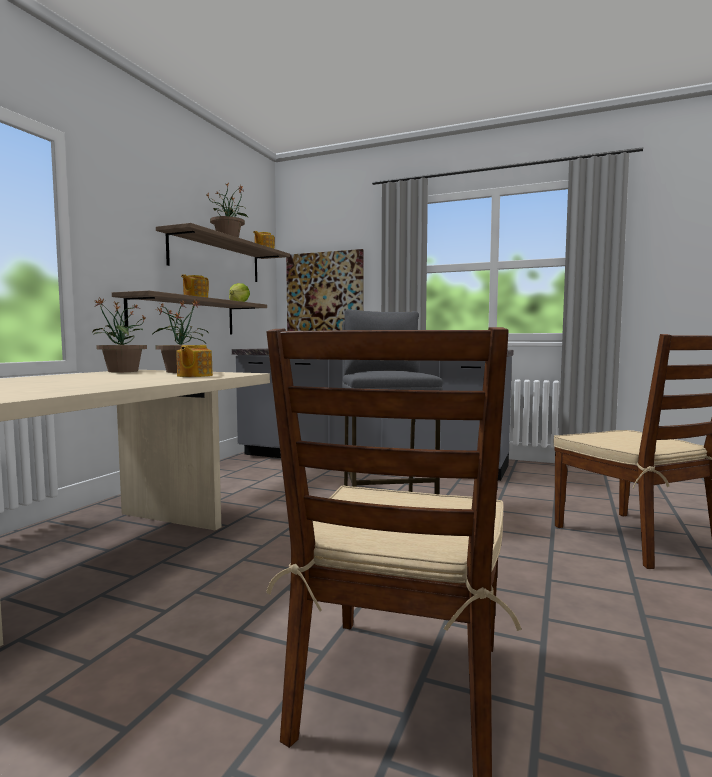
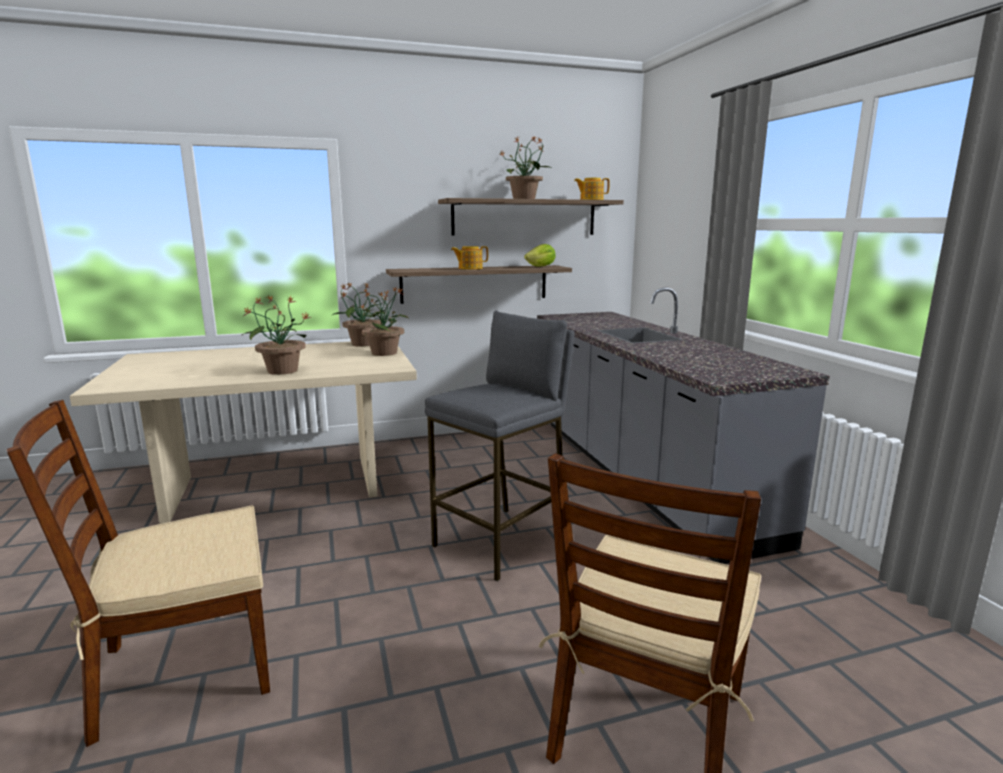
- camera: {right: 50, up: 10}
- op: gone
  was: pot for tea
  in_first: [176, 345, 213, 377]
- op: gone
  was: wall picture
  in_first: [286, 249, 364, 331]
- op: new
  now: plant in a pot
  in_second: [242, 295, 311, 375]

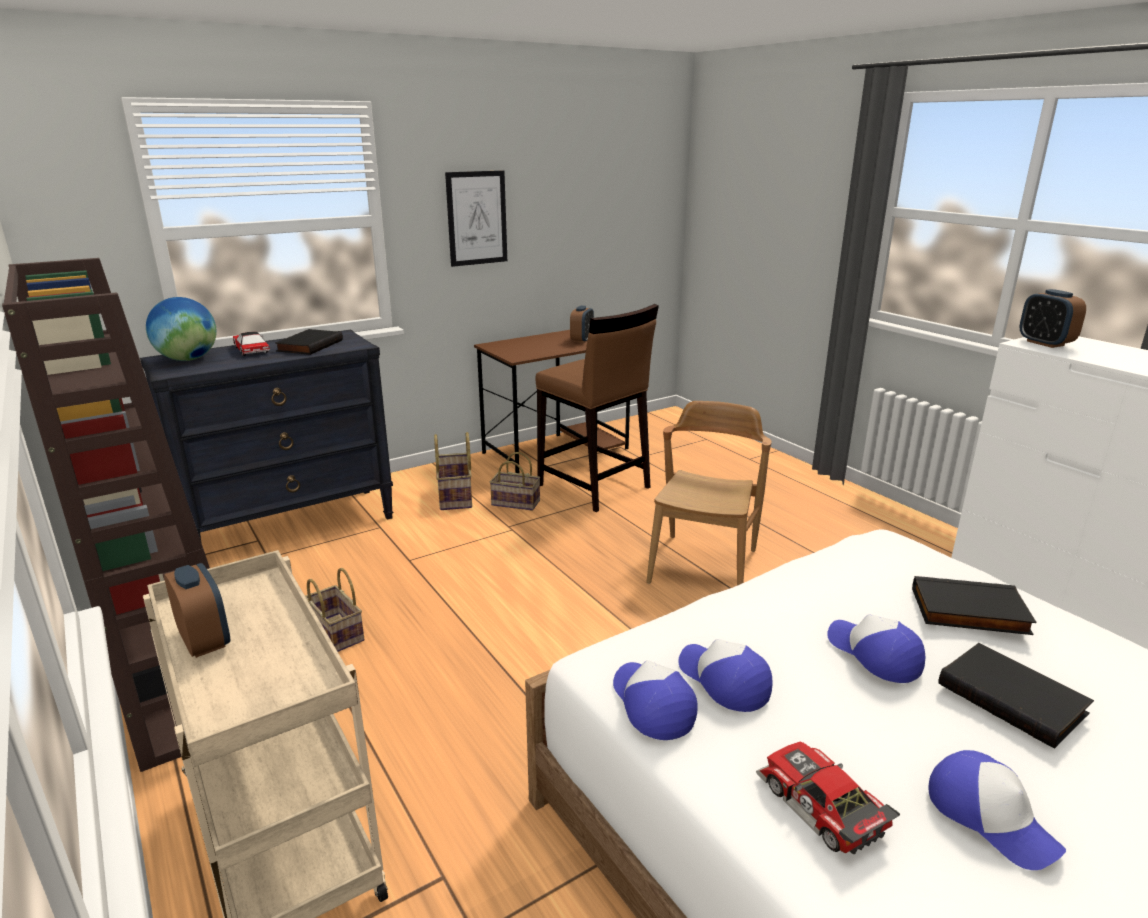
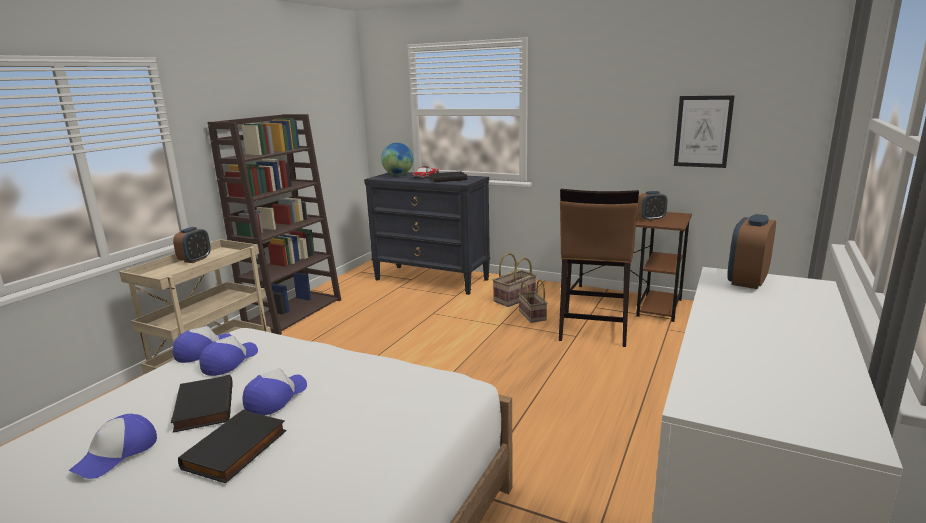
- camera: {right: 60, up: -5}
- op: gone
  was: storage basket
  in_first: [305, 568, 365, 652]
- op: shifted
  was: wall picture
  in_first: [445, 170, 507, 267]
  in_second: [674, 95, 735, 168]
- op: gone
  was: upright chair in brownish
  in_first: [647, 401, 772, 586]
- op: gone
  was: miniature car
  in_first: [756, 741, 900, 854]
- op: shifted
  was: bound book in black
  in_first: [912, 576, 1037, 635]
  in_second: [171, 374, 232, 433]

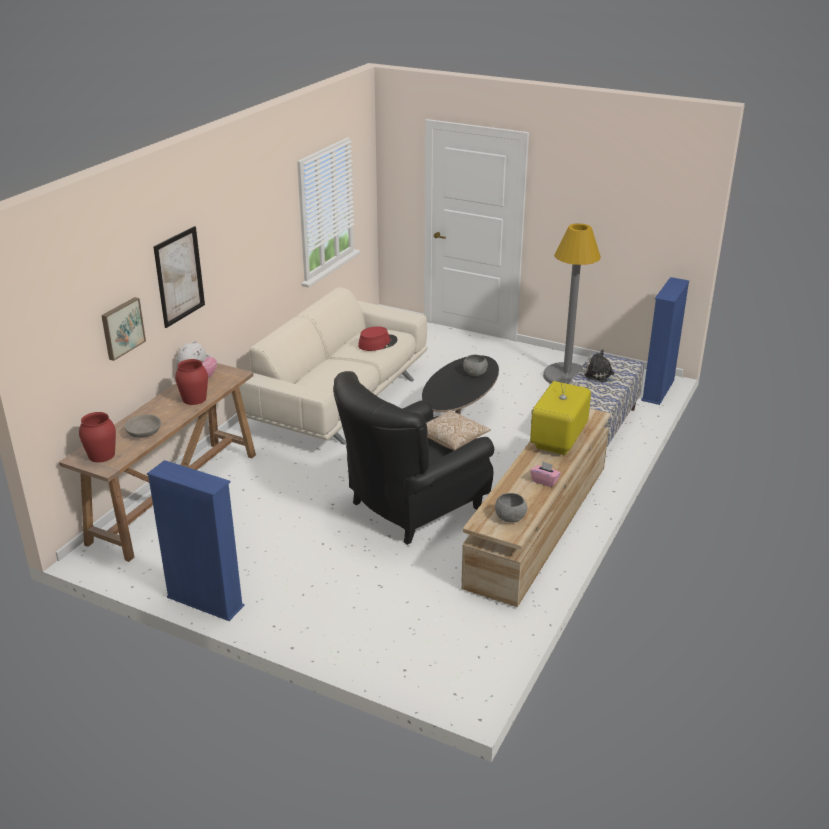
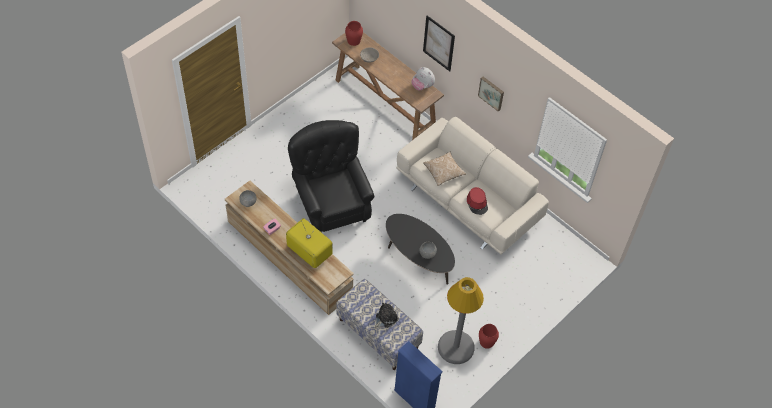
- camera: {right: 105, up: 25}
- op: shifted
  was: wall picture
  in_first: [101, 297, 146, 361]
  in_second: [478, 77, 504, 112]
- op: gone
  was: bookshelf in bluish
  in_first: [147, 460, 245, 621]
- op: shifted
  was: vase in red
  in_first: [175, 359, 208, 405]
  in_second: [479, 324, 499, 349]
- op: shifted
  was: cushion
  in_first: [426, 410, 491, 451]
  in_second: [423, 152, 466, 186]

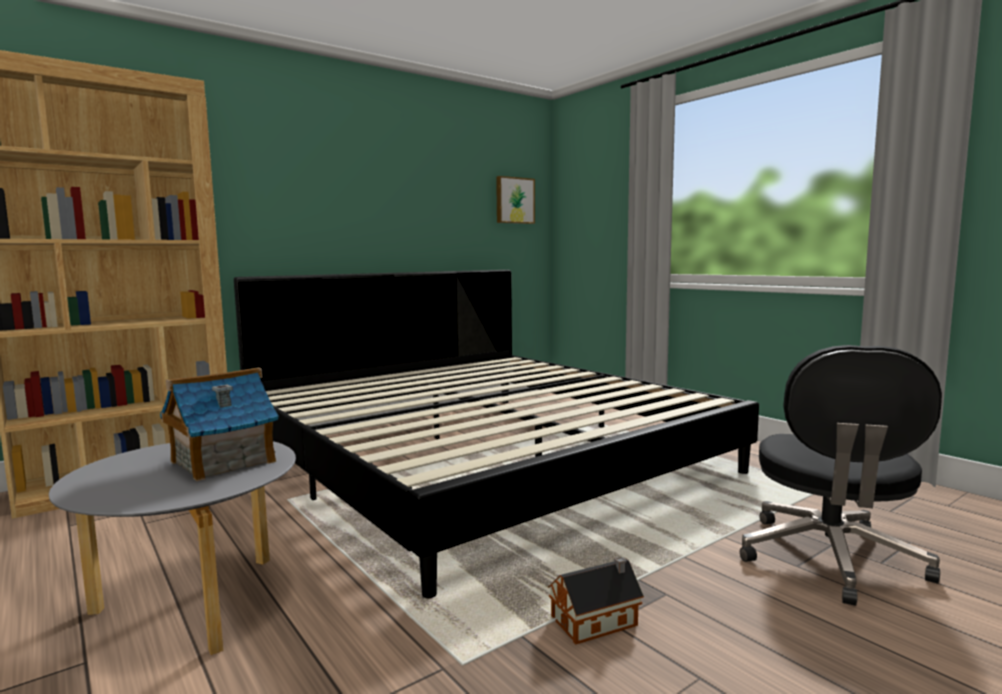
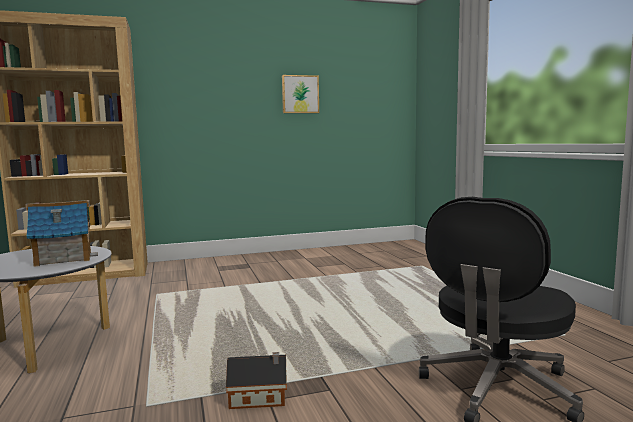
- camera: {right: 20, up: 0}
- op: gone
  was: bed
  in_first: [234, 270, 759, 598]
- op: shifted
  was: wall picture
  in_first: [496, 176, 535, 224]
  in_second: [282, 75, 319, 113]

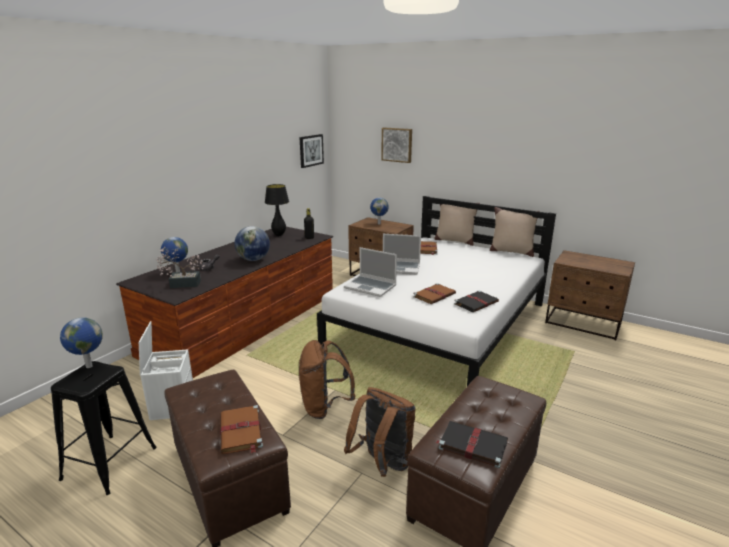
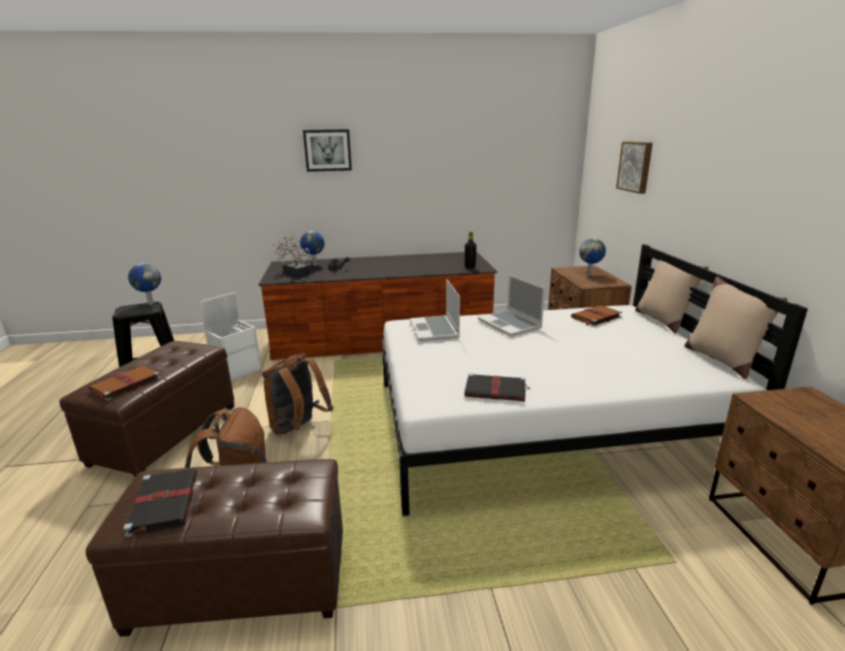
- camera: {right: 50, up: 0}
- op: gone
  was: world globe
  in_first: [234, 226, 270, 261]
- op: gone
  was: tabletop lamp in black
  in_first: [265, 184, 289, 236]
- op: shifted
  was: wall picture
  in_first: [300, 134, 324, 168]
  in_second: [303, 129, 352, 172]
- op: gone
  was: bound book in brownish
  in_first: [413, 283, 456, 304]

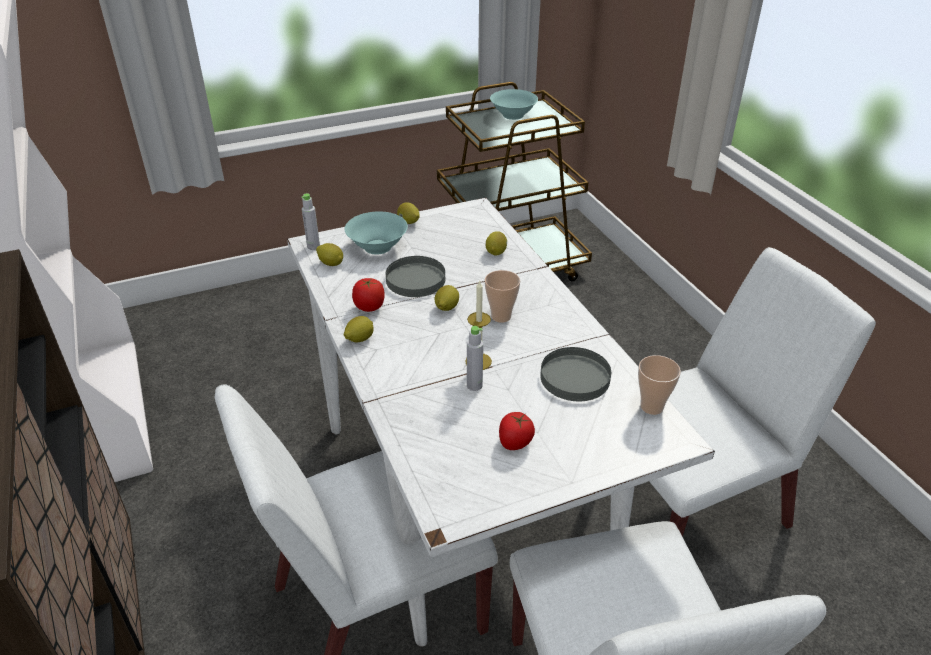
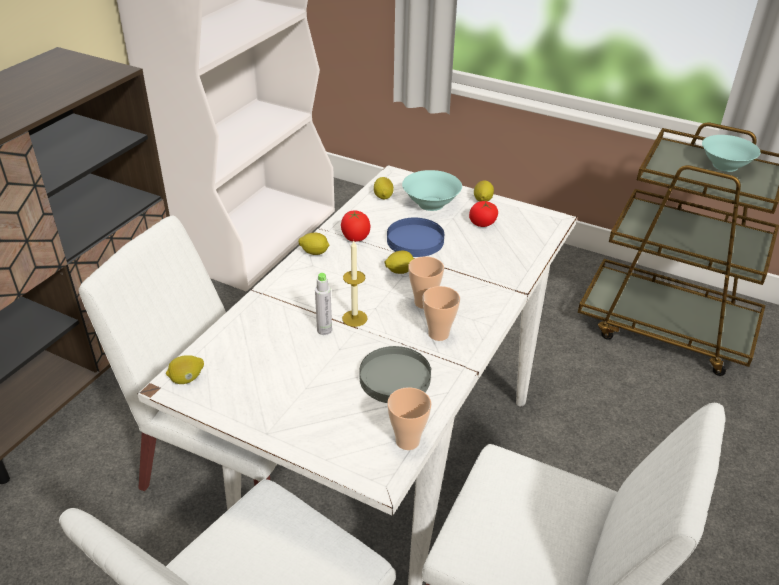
- camera: {right: 50, up: 0}
- op: gone
  was: bottle in grey
  in_first: [301, 193, 320, 250]
- op: repainted
  was: flat dish in grey
  now: flat dish in bluish
  in_first: [386, 256, 445, 297]
  in_second: [387, 217, 444, 257]
- op: shifted
  was: lemon
  in_first: [486, 231, 507, 255]
  in_second: [166, 355, 204, 384]
- op: shifted
  was: whole tomato
  in_first: [499, 412, 535, 450]
  in_second: [469, 201, 498, 227]
- op: new
  now: drinking cup
  in_second: [423, 286, 460, 341]

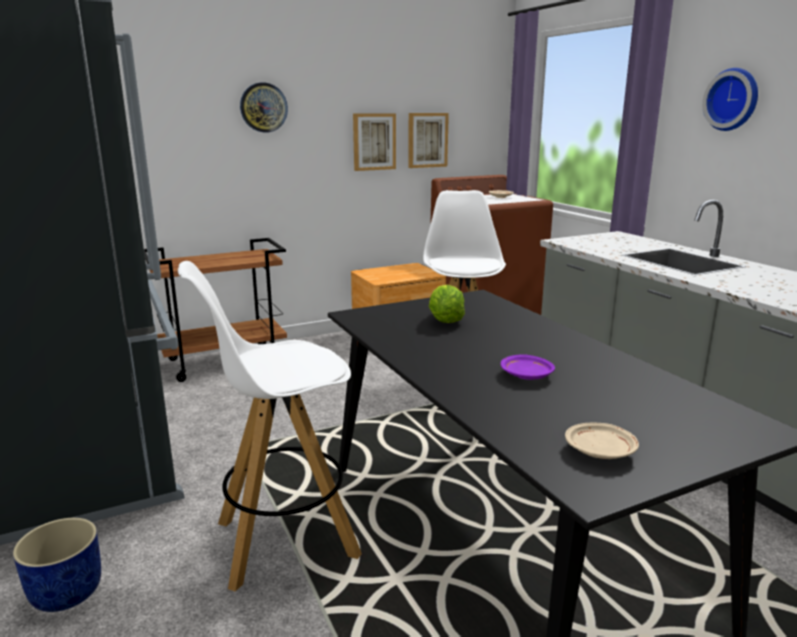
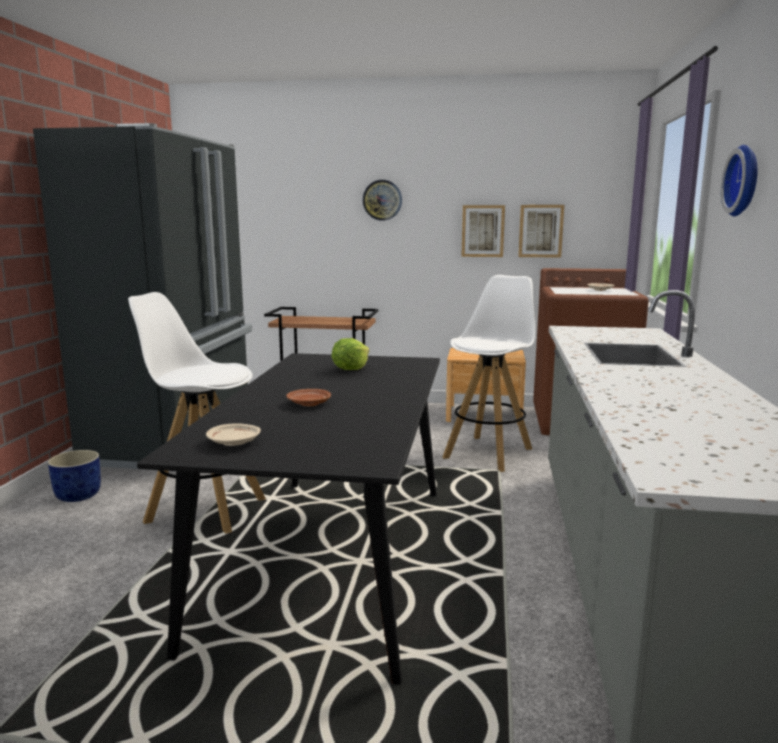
- camera: {right: 35, up: -5}
- op: repainted
  was: flat dish in purple-coloured
  now: flat dish in brownish
  in_first: [501, 354, 555, 380]
  in_second: [286, 389, 331, 406]

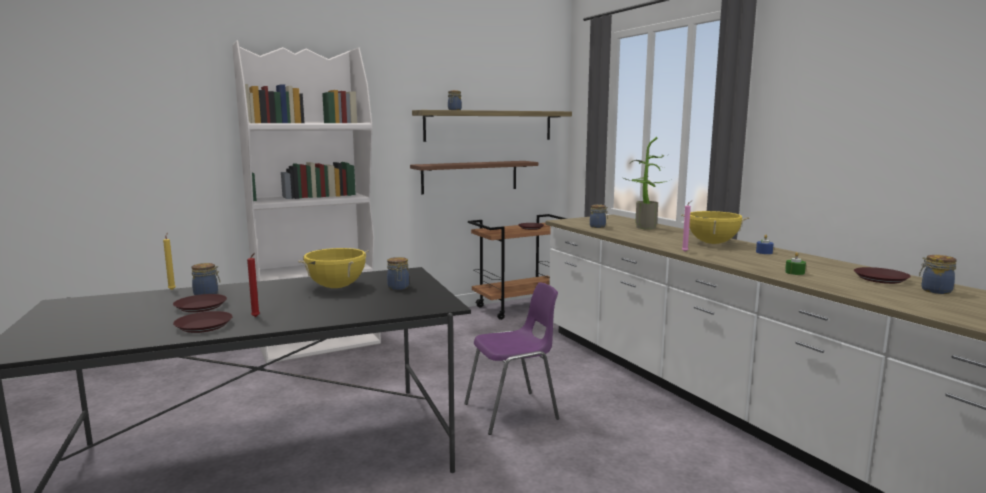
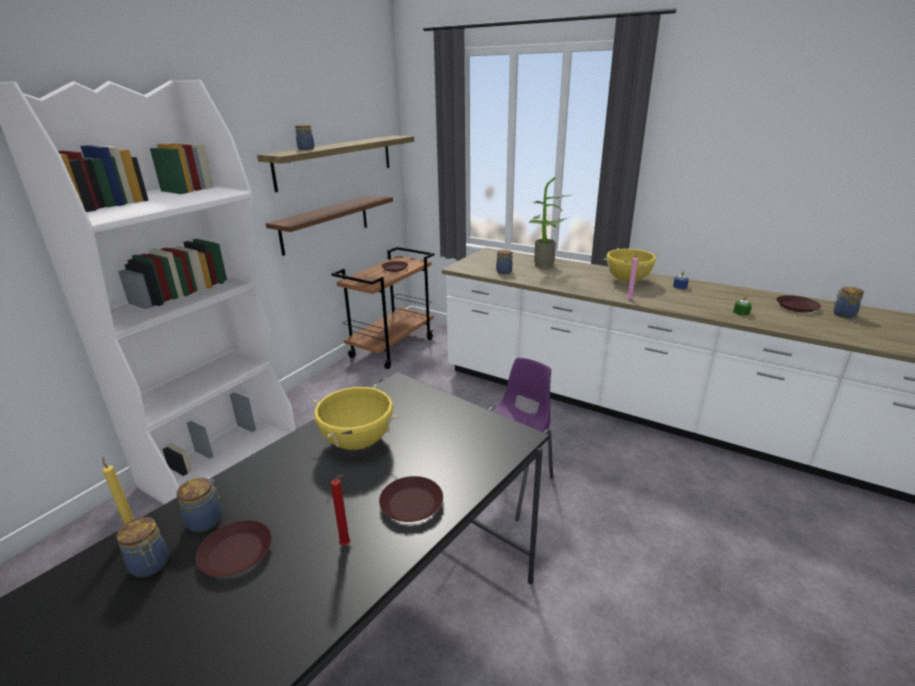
- camera: {right: -30, up: 15}
- op: shifted
  was: flat dish in brownish
  in_first: [173, 311, 233, 333]
  in_second: [379, 476, 443, 522]
- op: shifted
  was: storage jar
  in_first: [387, 257, 409, 290]
  in_second: [116, 517, 168, 578]

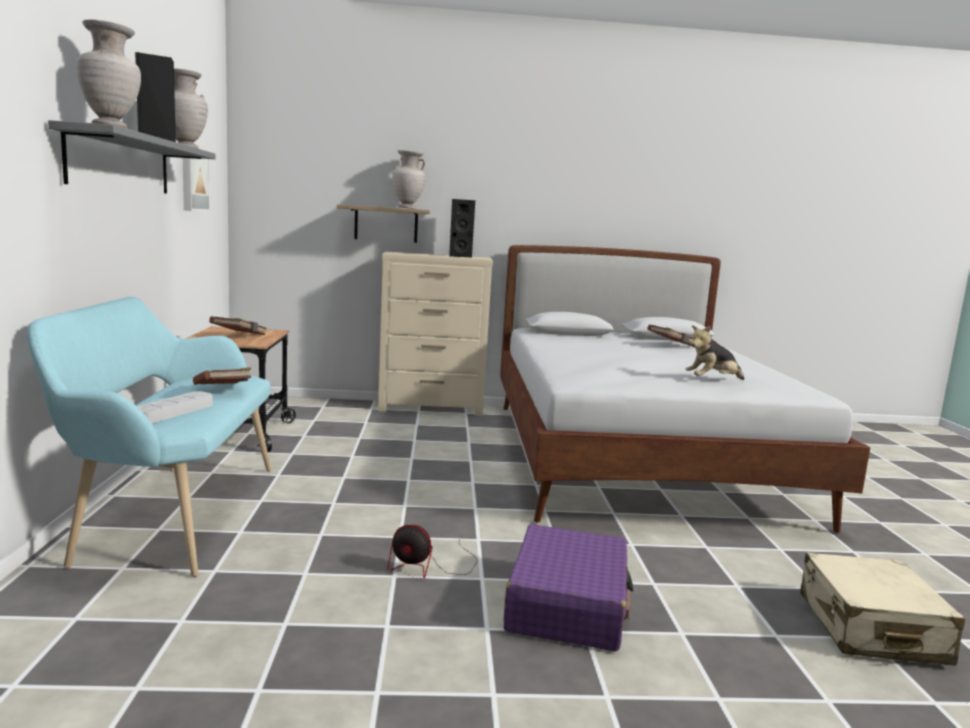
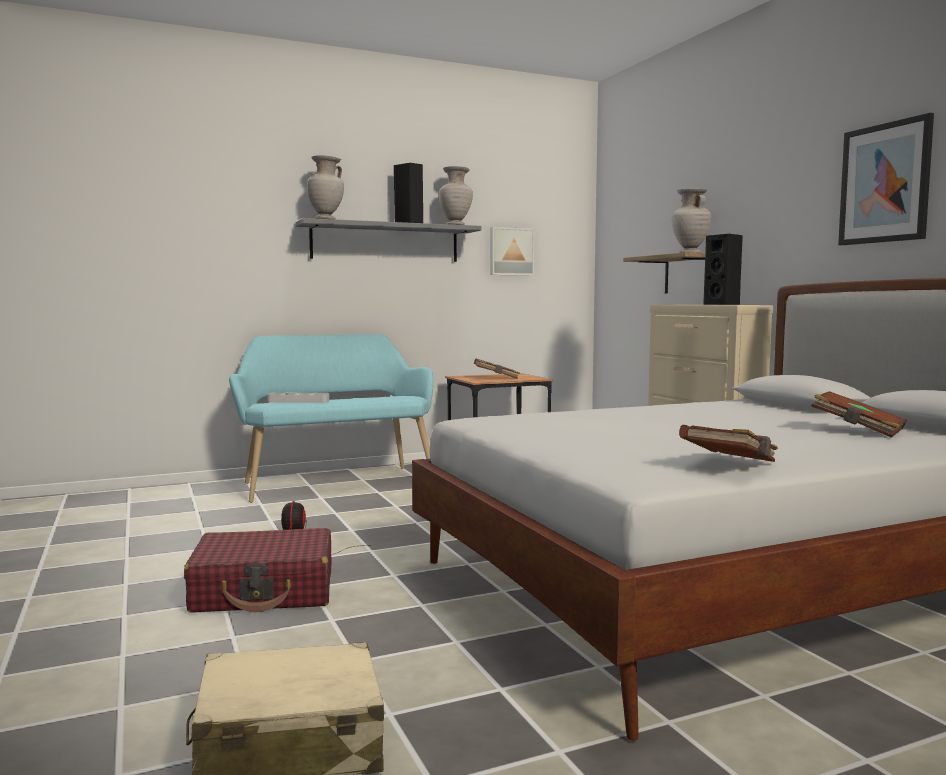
- camera: {right: 70, up: -5}
- op: shifted
  was: bound book in brownish
  in_first: [193, 367, 251, 385]
  in_second: [679, 425, 778, 462]
- op: repainted
  was: piece of luggage in purple-coloured
  now: piece of luggage in red
  in_first: [504, 524, 633, 652]
  in_second: [184, 528, 331, 613]
- op: gone
  was: soft toy
  in_first: [685, 325, 744, 380]
- op: new
  now: wall picture
  in_second: [838, 113, 934, 245]

